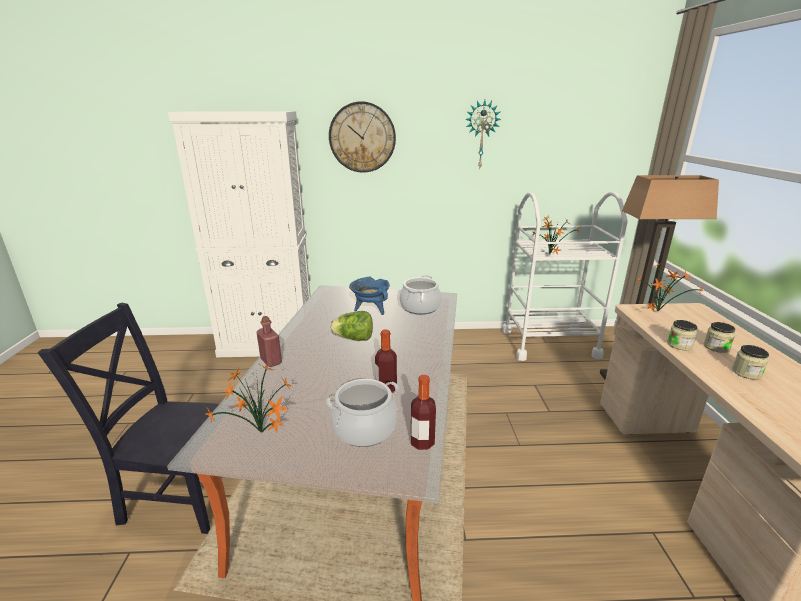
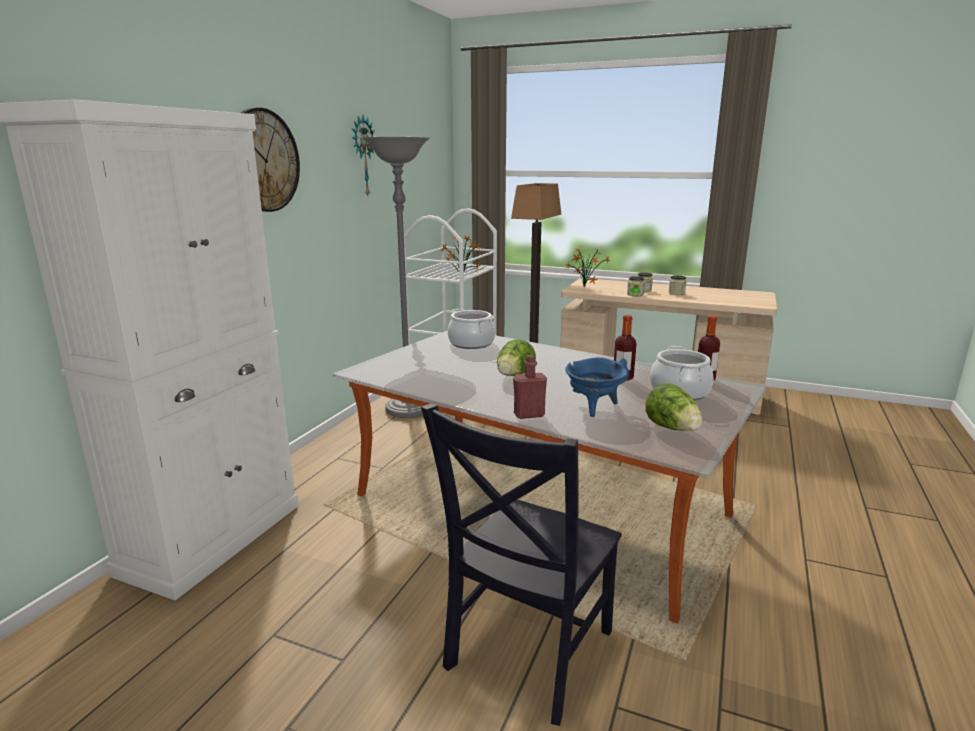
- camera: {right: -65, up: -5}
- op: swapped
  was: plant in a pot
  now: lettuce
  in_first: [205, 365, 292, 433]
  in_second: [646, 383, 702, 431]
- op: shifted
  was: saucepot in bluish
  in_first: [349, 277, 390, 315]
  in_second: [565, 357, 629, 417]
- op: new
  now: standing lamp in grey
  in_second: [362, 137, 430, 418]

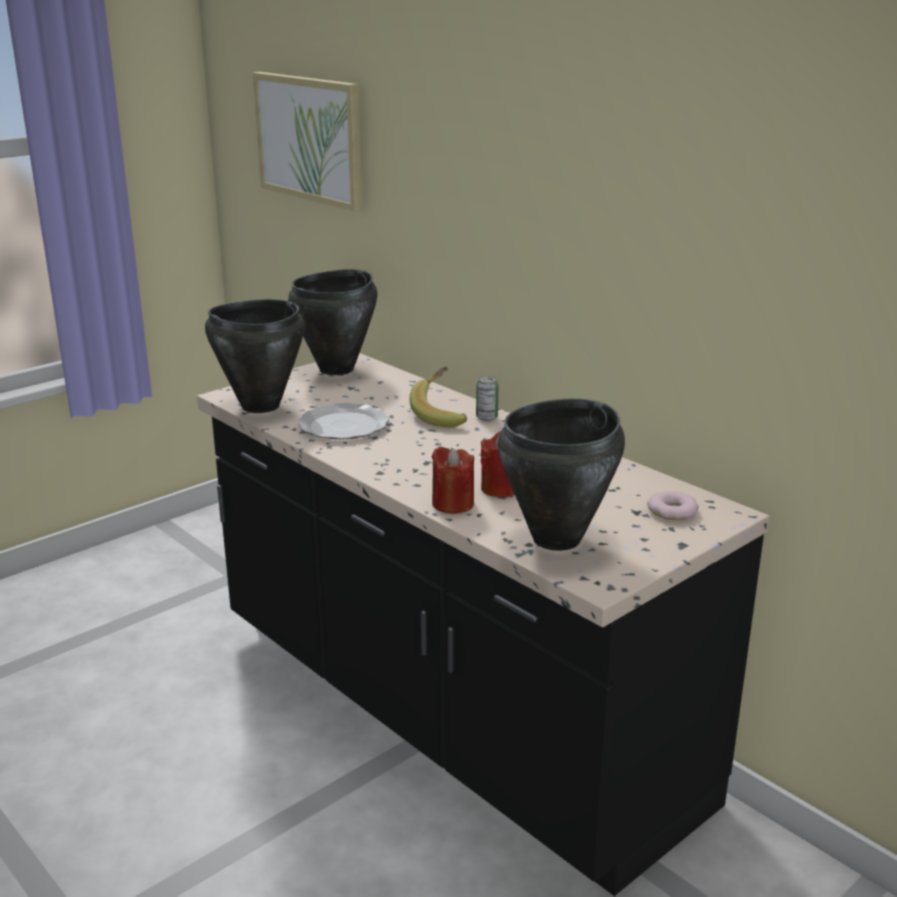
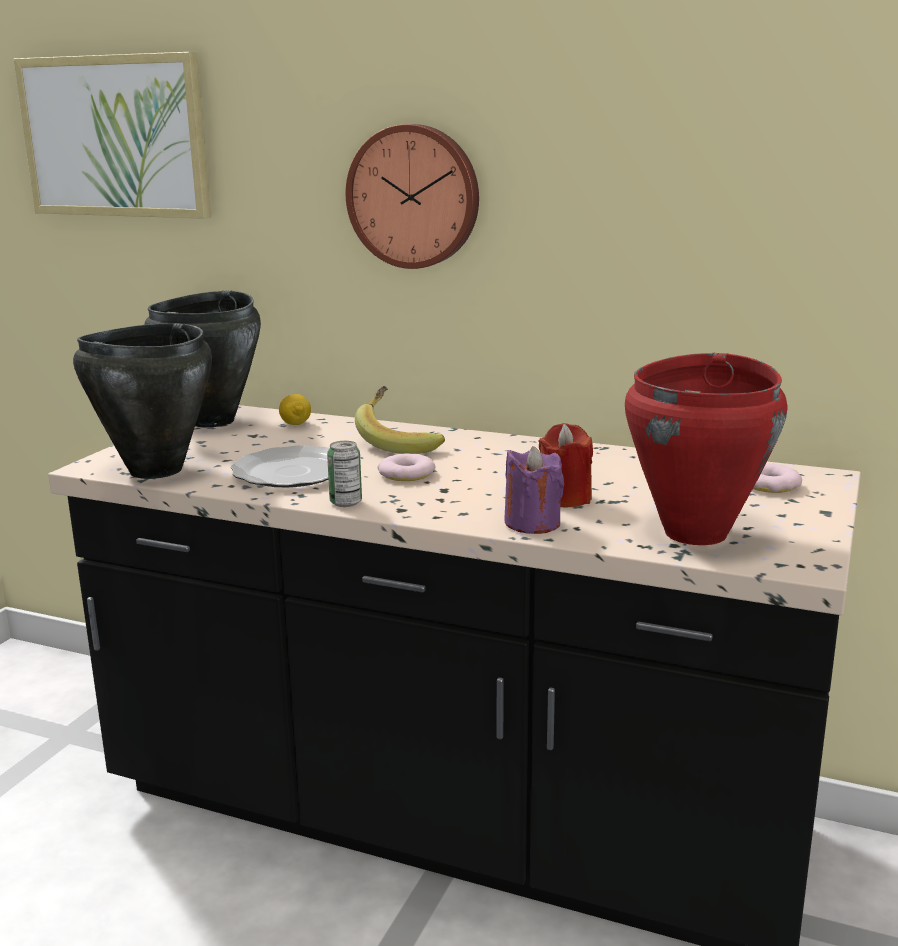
- camera: {right: -25, up: -5}
- op: repainted
  was: candle in red
  now: candle in purple-coloured
  in_first: [432, 447, 474, 514]
  in_second: [504, 446, 564, 534]
- op: shifted
  was: sealed can
  in_first: [476, 376, 498, 421]
  in_second: [327, 441, 362, 507]
- op: repainted
  was: saucepot in black
  now: saucepot in red
  in_first: [498, 399, 625, 551]
  in_second: [625, 353, 788, 545]
- op: new
  now: lemon
  in_second: [279, 394, 311, 425]
- op: new
  now: hanging clock
  in_second: [346, 124, 479, 269]
- op: new
  now: doughnut
  in_second: [378, 453, 436, 481]

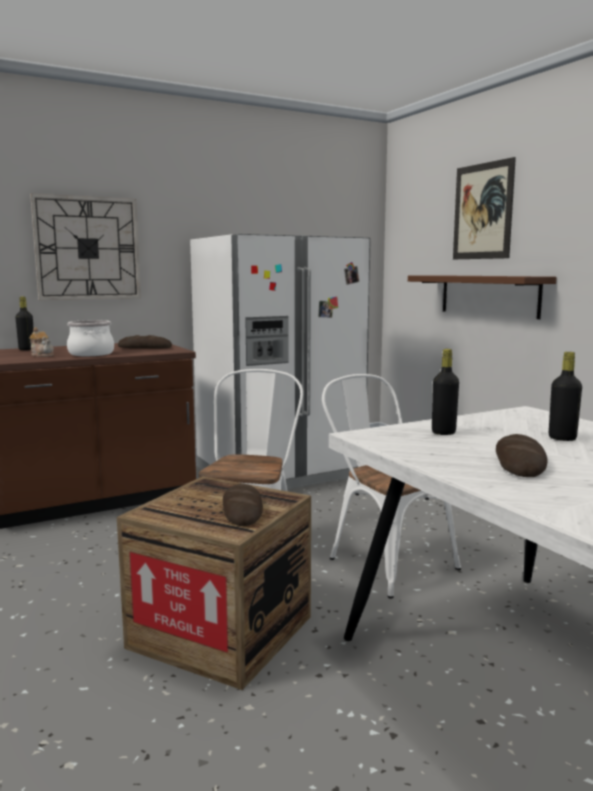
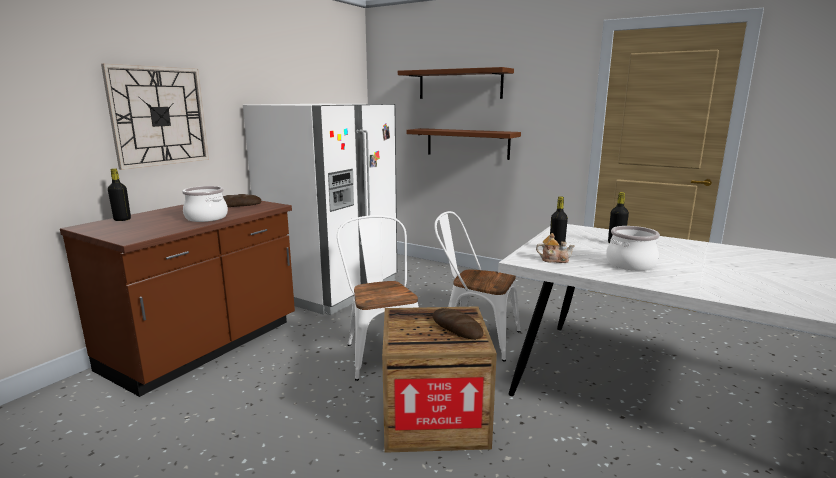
- camera: {right: -30, up: 5}
- op: shifted
  was: pot for tea
  in_first: [29, 327, 54, 357]
  in_second: [536, 233, 575, 263]
- op: swapped
  was: wall picture
  now: bracket shelf in brownish
  in_first: [453, 157, 516, 259]
  in_second: [398, 67, 514, 99]
- op: swapped
  was: baked bread
  now: saucepot
  in_first: [496, 434, 547, 477]
  in_second: [606, 226, 660, 271]

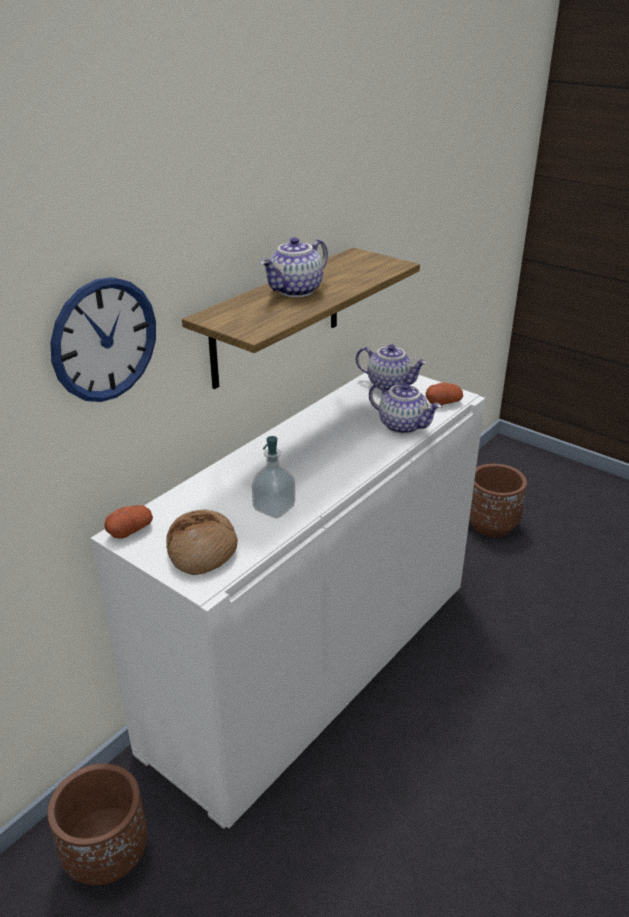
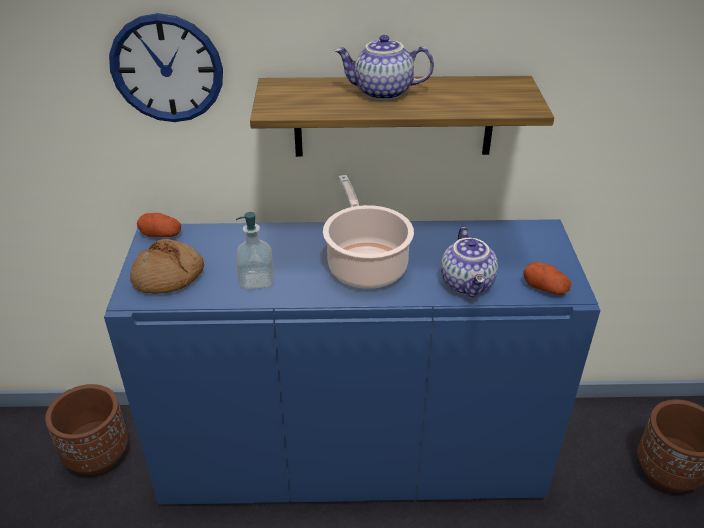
- camera: {right: 50, up: 5}
- op: repainted
  was: storage cabinet in white
  now: storage cabinet in bluish
  in_first: [91, 373, 485, 829]
  in_second: [104, 219, 600, 505]
- op: gone
  was: pot for tea
  in_first: [356, 344, 427, 390]
- op: new
  now: saucepot
  in_second: [323, 175, 414, 289]

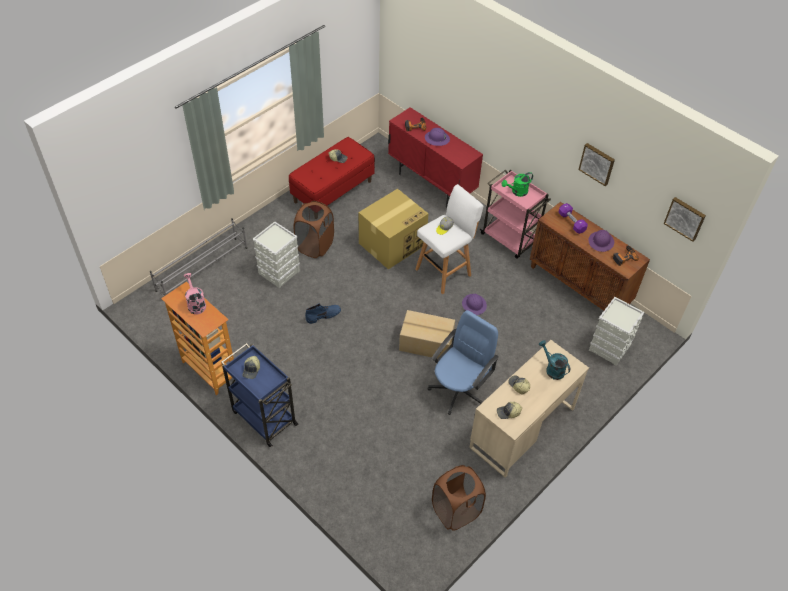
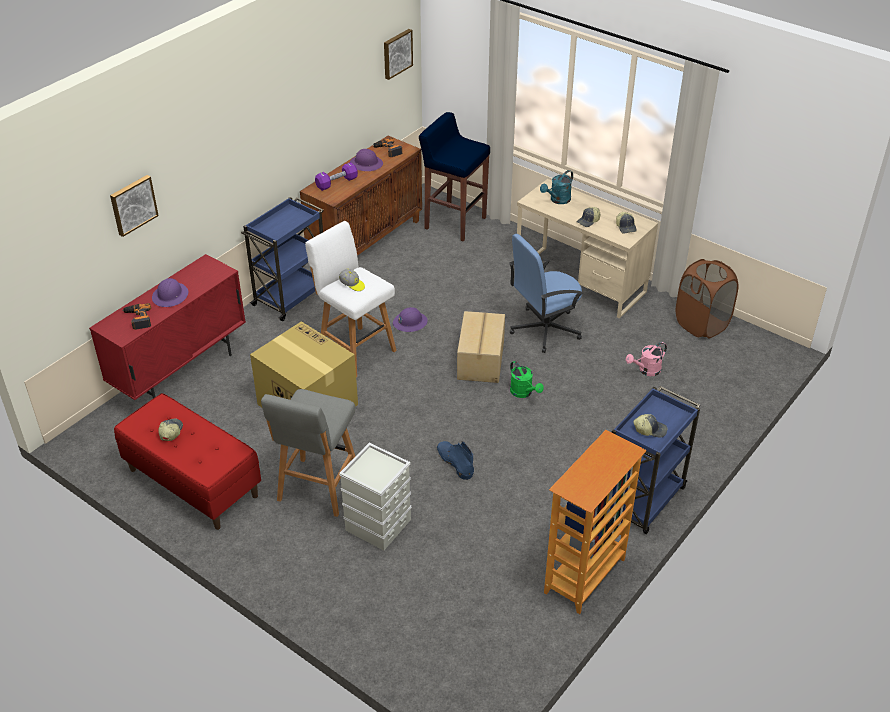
- camera: {right: -95, up: -10}
- op: gone
  was: shoe shelf in grey
  in_first: [150, 218, 247, 297]
- op: shifted
  was: watering can in pink-coloured
  in_first: [184, 273, 206, 314]
  in_second: [626, 342, 667, 376]
- op: swapped
  was: washing basket in brownish
  now: stool in grey
  in_first: [294, 201, 334, 258]
  in_second: [261, 389, 355, 517]
- op: rotated
  was: desk chair in bluish
  in_first: [427, 310, 499, 415]
  in_second: [509, 234, 583, 353]
  clockwise: -60
- op: repainted
  was: cart in pink-coloured
  now: cart in bluish
  in_first: [480, 170, 551, 259]
  in_second: [241, 197, 324, 321]
- op: shifted
  was: watering can in green
  in_first: [502, 172, 533, 197]
  in_second: [510, 361, 544, 398]
- op: shifted
  was: wall picture
  in_first: [578, 143, 615, 186]
  in_second: [110, 175, 159, 237]
- op: swapped
  was: storage container in grey
  now: stool in bluish
  in_first: [589, 297, 645, 366]
  in_second: [419, 112, 490, 241]

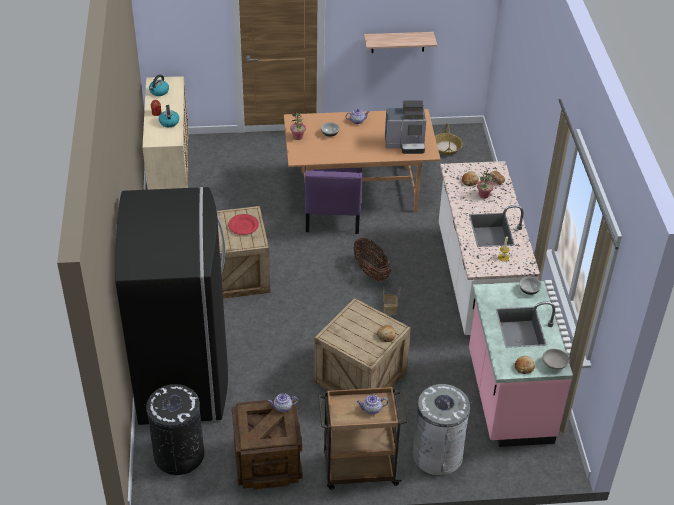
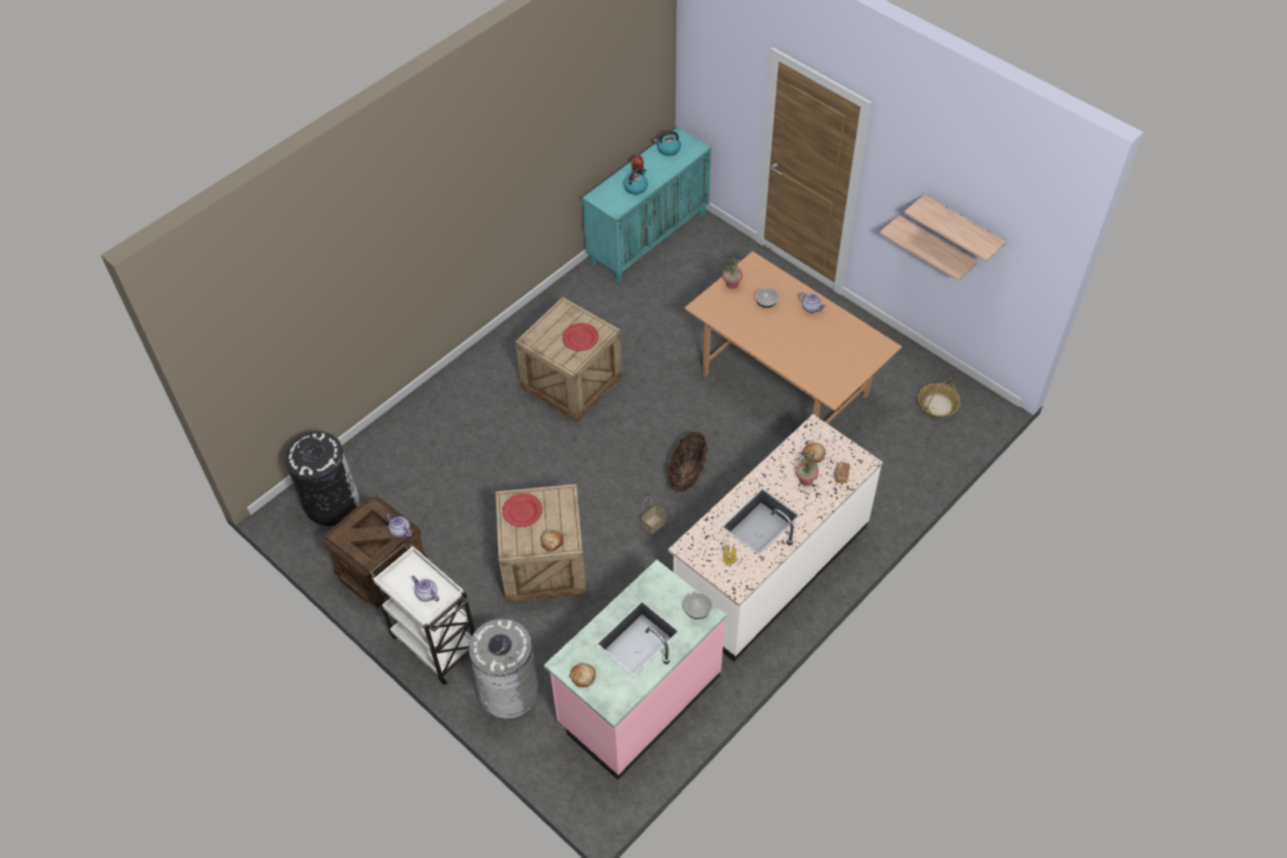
- camera: {right: 50, up: 10}
- op: gone
  was: kitchen fridge in black
  in_first: [115, 187, 228, 425]
- op: repainted
  was: storage cabinet in beige
  now: storage cabinet in turquoise-coloured
  in_first: [142, 76, 188, 190]
  in_second: [582, 127, 711, 283]
- op: gone
  was: upright chair in purple-coloured
  in_first: [305, 168, 362, 234]
- op: repainted
  was: cart in brownish
  now: cart in white
  in_first: [318, 387, 407, 490]
  in_second: [369, 544, 475, 685]
- op: gone
  was: coffee maker
  in_first: [385, 100, 427, 154]
- op: gone
  was: bowl in grey
  in_first: [543, 349, 570, 369]
- op: new
  now: flat dish in red
  in_second: [502, 493, 543, 527]
- op: new
  now: bracket shelf
  in_second: [904, 194, 1006, 262]

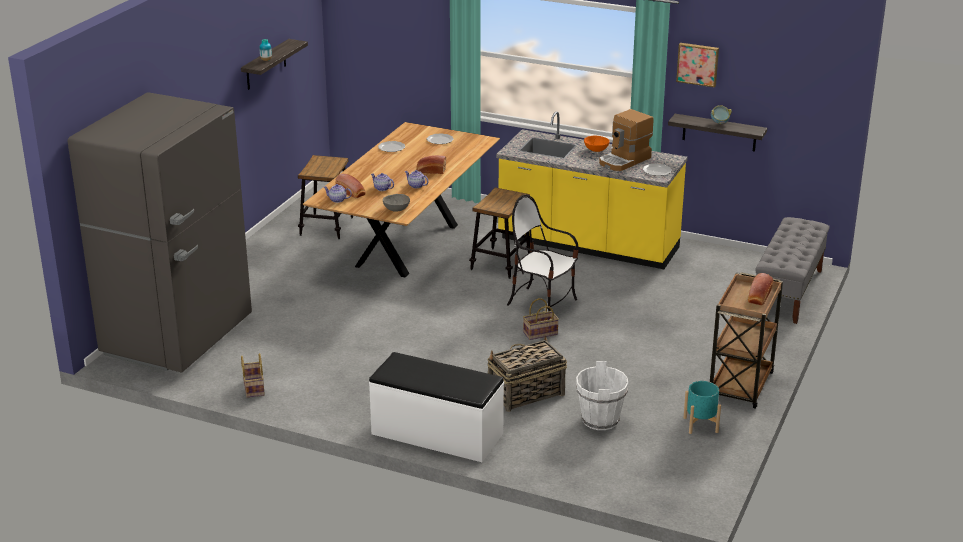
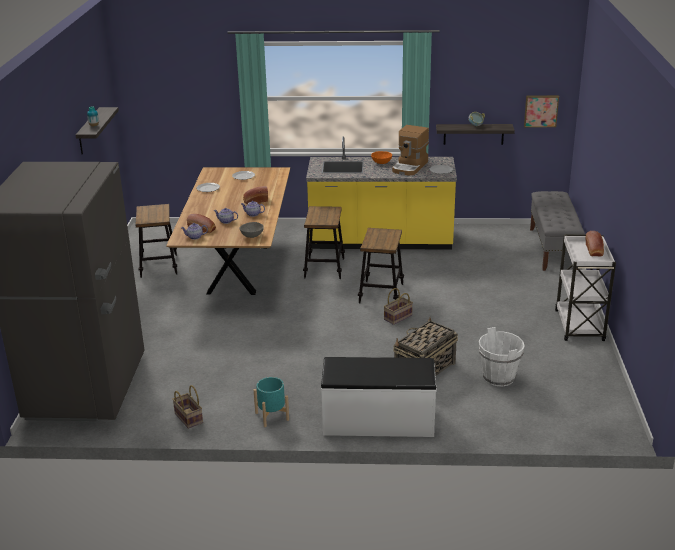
- camera: {right: -20, up: 0}
- op: swapped
  was: upright chair
  now: stool
  in_first: [507, 195, 579, 311]
  in_second: [358, 228, 404, 304]
- op: shifted
  was: wall picture
  in_first: [676, 43, 719, 87]
  in_second: [524, 95, 559, 127]
- op: shifted
  was: planter in turquoise-coloured
  in_first: [683, 381, 721, 434]
  in_second: [254, 377, 289, 427]
- op: repainted
  was: cart in brownish
  now: cart in white
  in_first: [710, 272, 783, 409]
  in_second: [555, 234, 616, 341]

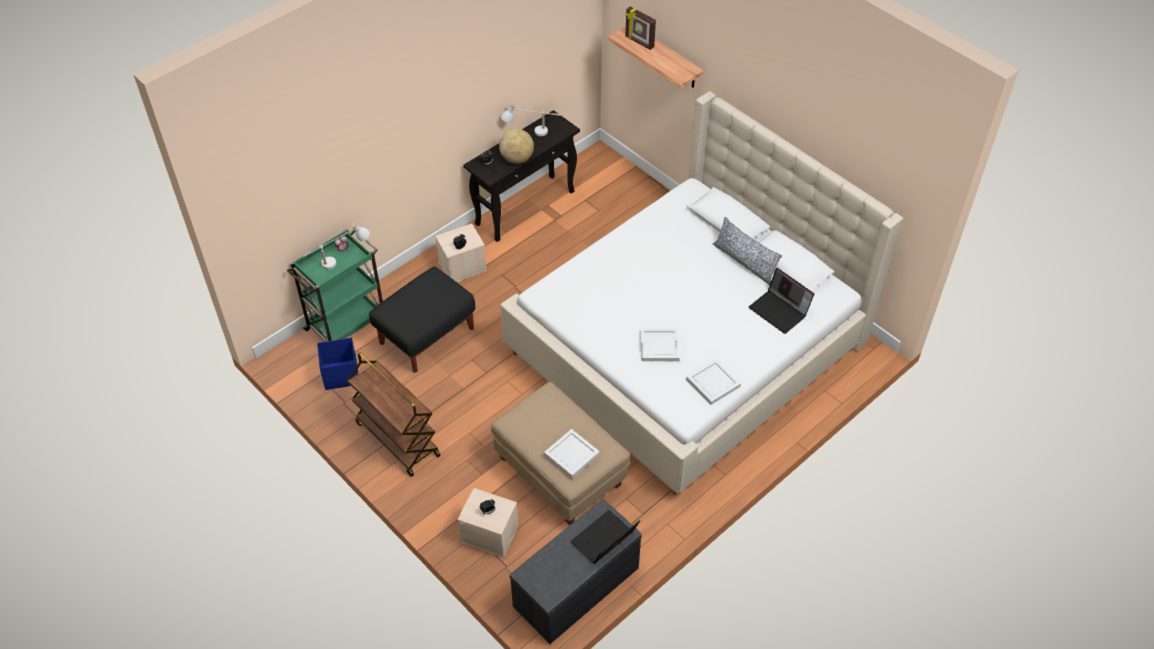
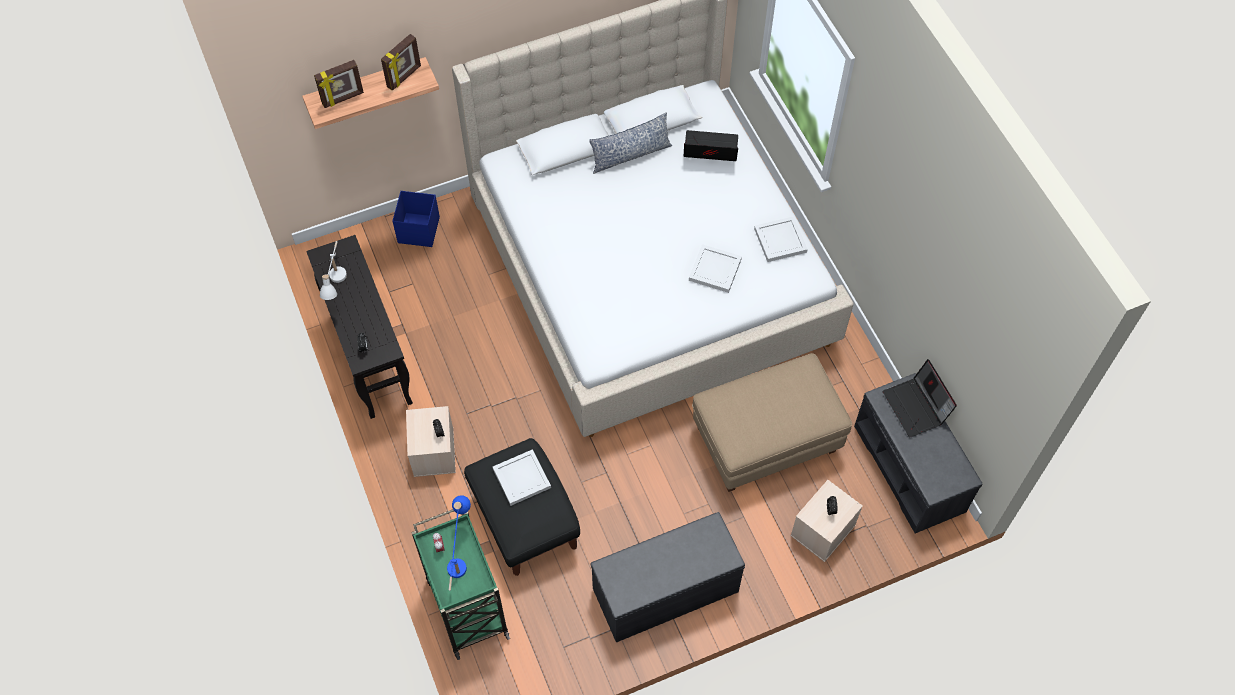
- camera: {right: -70, up: 10}
- op: repainted
  was: tabletop lamp in white
  now: tabletop lamp in bluish
  in_first: [303, 223, 370, 269]
  in_second: [447, 495, 471, 590]
- op: shifted
  was: storage container in bluish
  in_first: [317, 338, 358, 390]
  in_second: [393, 191, 440, 247]
- op: swapped
  was: cart in brownish
  now: bench in grey
  in_first: [347, 353, 440, 477]
  in_second: [591, 512, 745, 643]
- op: gone
  was: world globe
  in_first: [499, 129, 534, 164]
- op: shifted
  was: carrying tray in white
  in_first: [544, 429, 600, 478]
  in_second: [493, 449, 551, 506]
- op: rotated
  was: notebook computer
  in_first: [749, 268, 814, 334]
  in_second: [684, 130, 738, 161]
  clockwise: -150
- op: new
  now: photo frame
  in_second: [381, 34, 421, 91]

